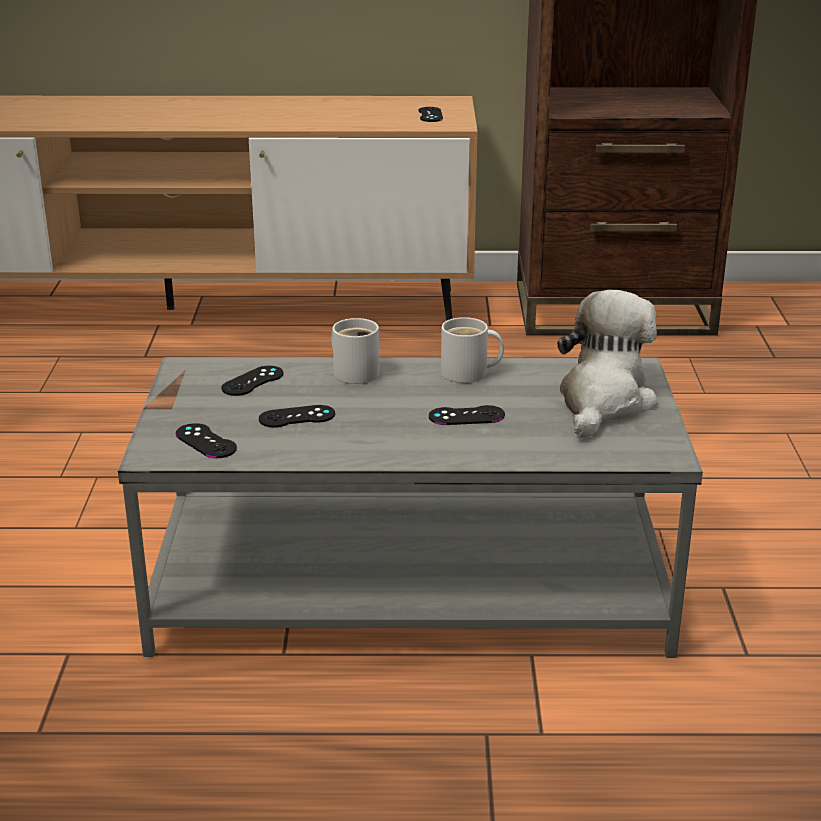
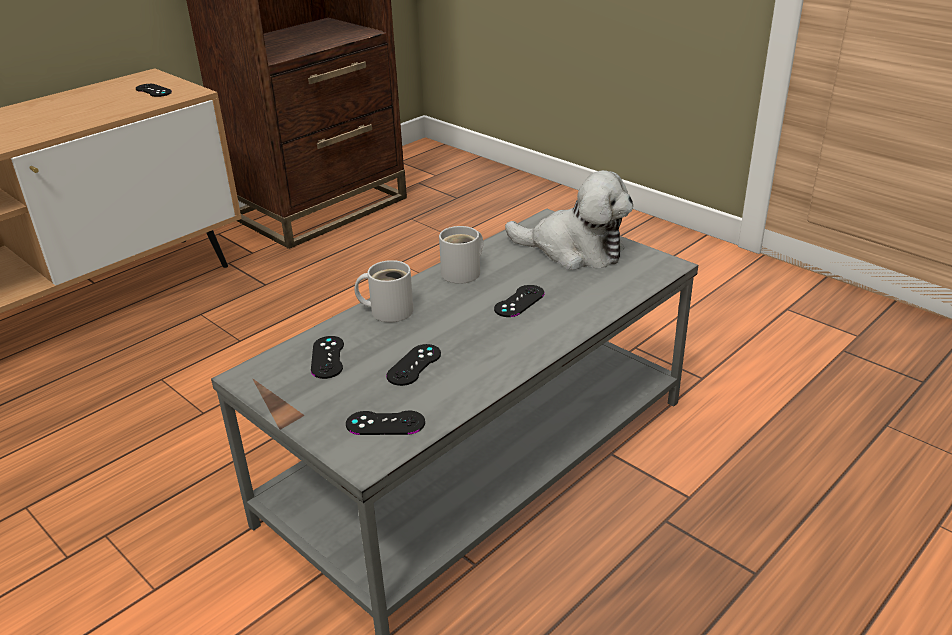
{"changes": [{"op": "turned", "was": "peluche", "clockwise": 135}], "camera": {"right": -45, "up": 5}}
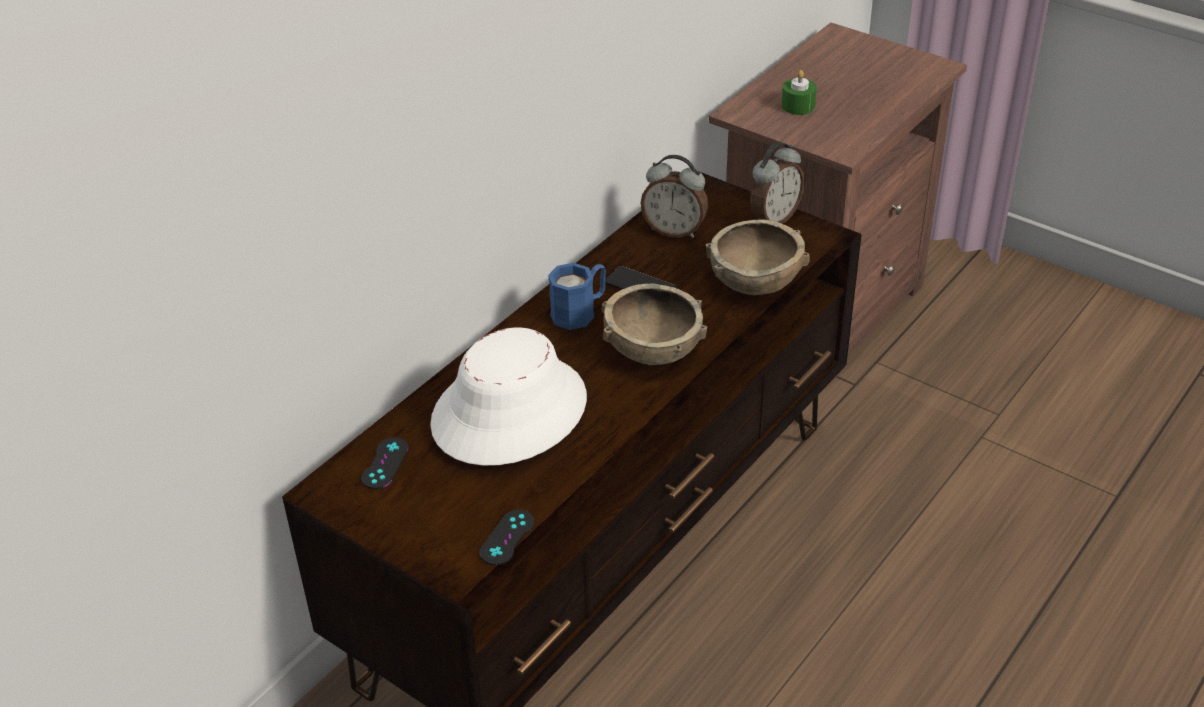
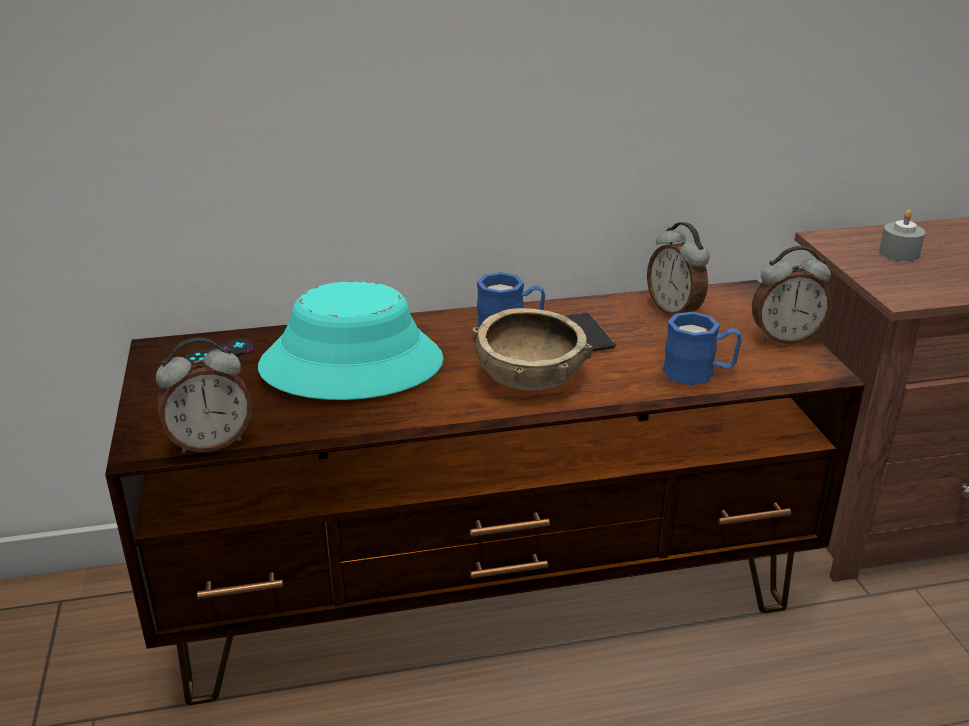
{"changes": [{"op": "recoloured", "was": "vela/verde", "now": "vela/gris"}, {"op": "replaced", "was": "cuenco/marrón (2nd from left)", "now": "taza grande/azul (2nd from left)"}, {"op": "recoloured", "was": "sombrero/blanco", "now": "sombrero/turquesa"}, {"op": "replaced", "was": "mando de consola/negro (2nd from left)", "now": "despertador (1st from left)"}], "camera": {"right": 40, "up": -10}}
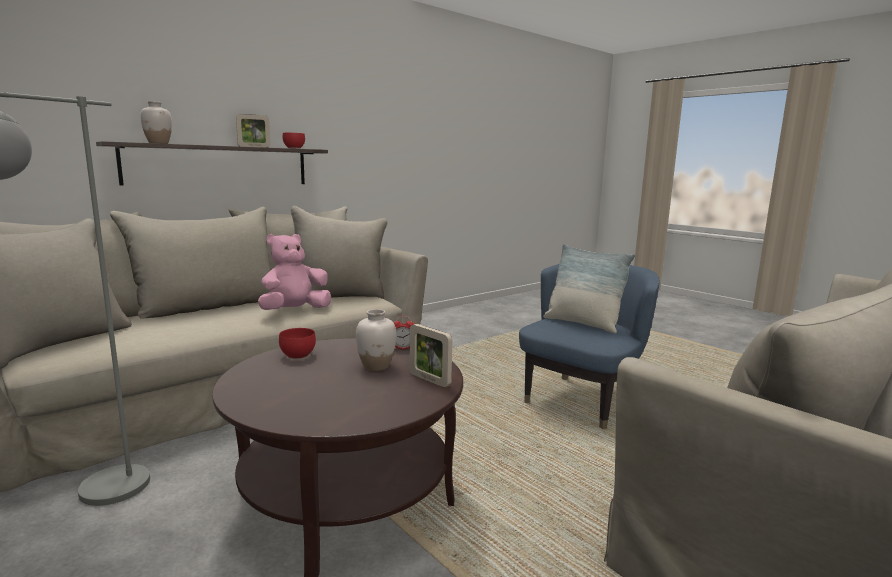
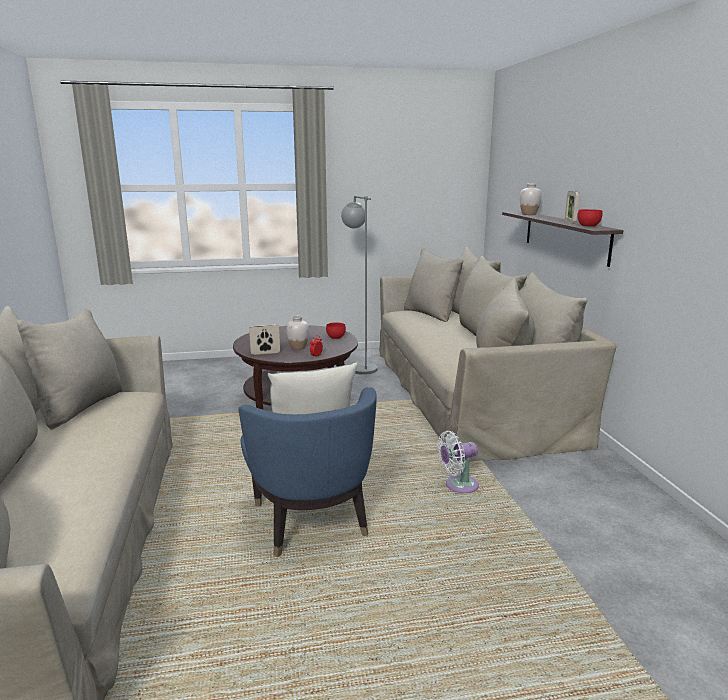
{"changes": [{"op": "removed", "was": "peluche/rosa"}, {"op": "added", "now": "ventilador/blanco"}], "camera": {"right": 120, "up": 5}}
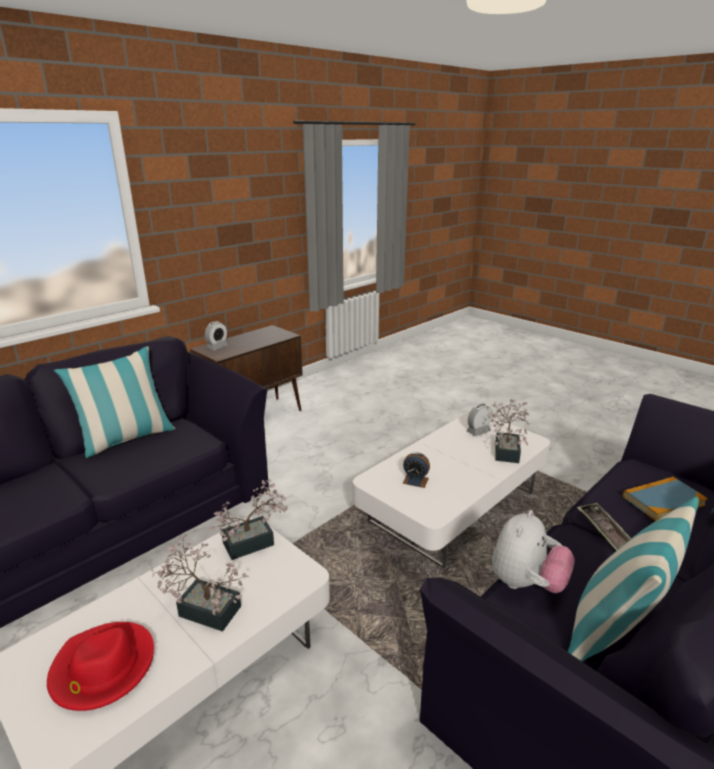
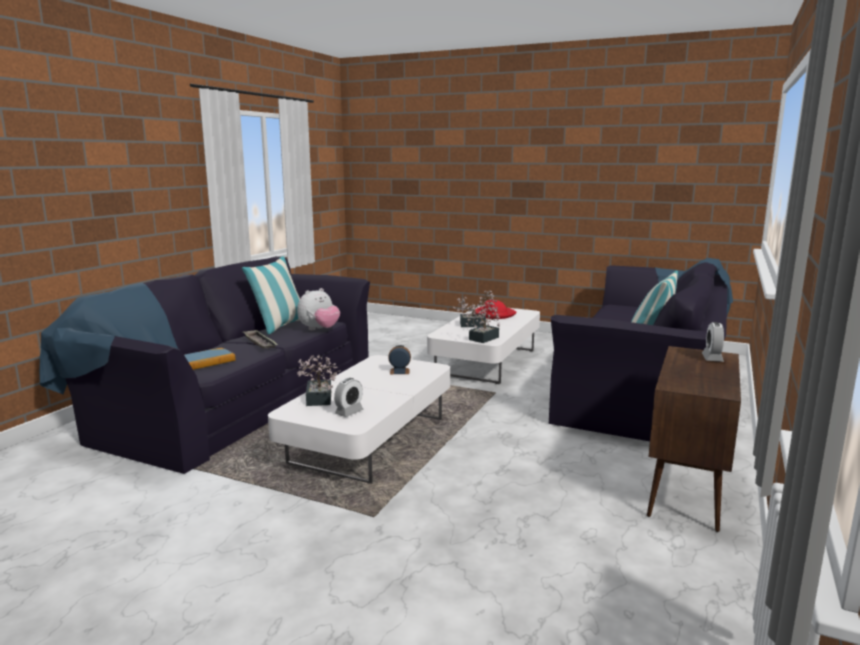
{"changes": [{"op": "turned", "was": "peluche", "clockwise": -150}], "camera": {"right": 160, "up": -10}}
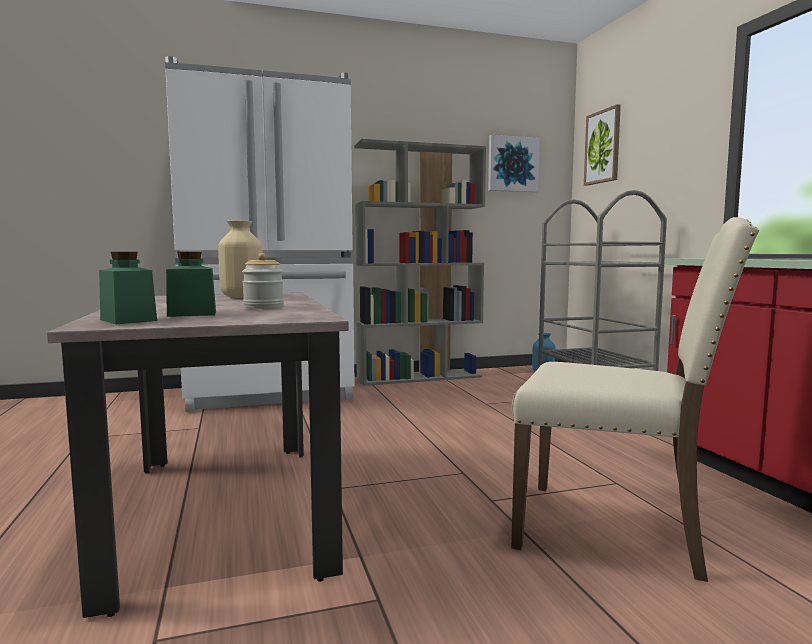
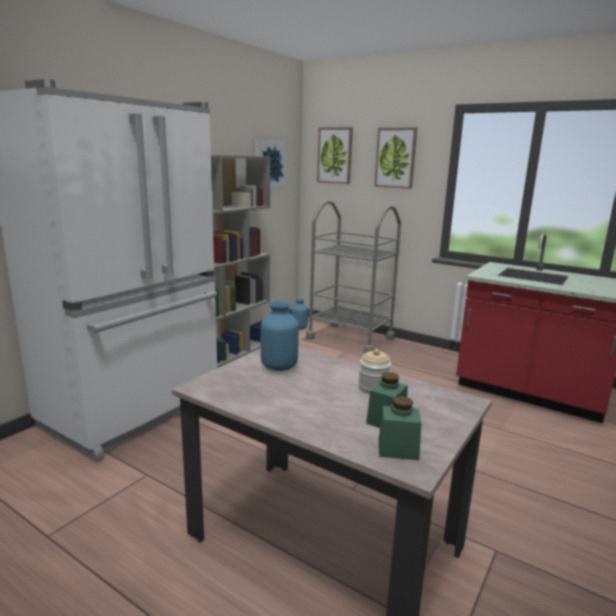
{"changes": [{"op": "removed", "was": "silla/beis"}, {"op": "recoloured", "was": "florero/beis", "now": "florero/azul (1st from left)"}, {"op": "added", "now": "cuadro (3rd from left)"}], "camera": {"right": -40, "up": 10}}
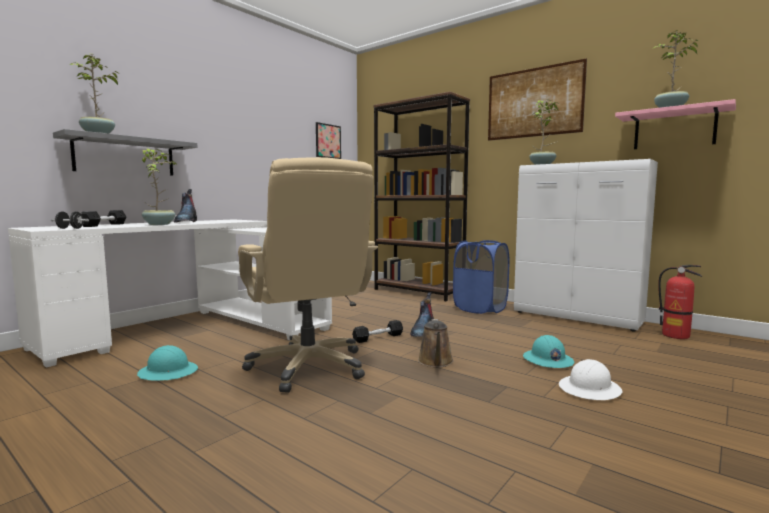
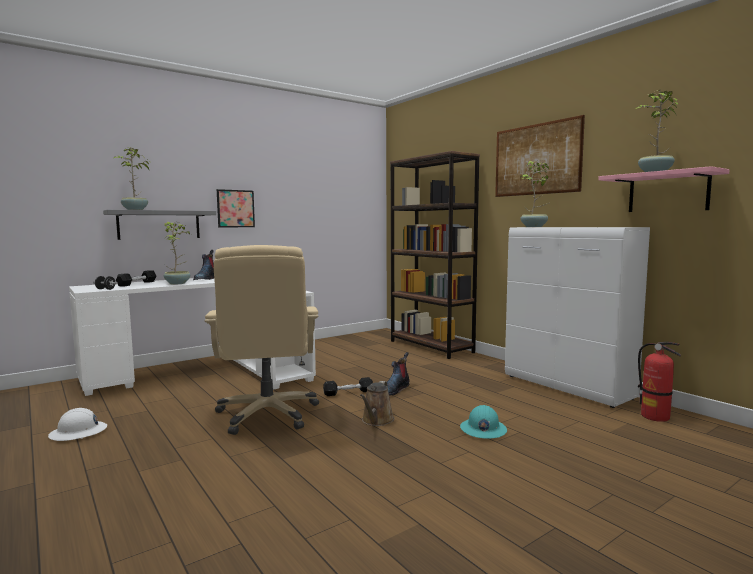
{"changes": [{"op": "moved", "was": "cuadro (1st from left)"}, {"op": "removed", "was": "cesto de la ropa/azul"}, {"op": "removed", "was": "casco/turquesa (1st from left)"}, {"op": "moved", "was": "casco/blanco"}], "camera": {"right": 15, "up": 0}}
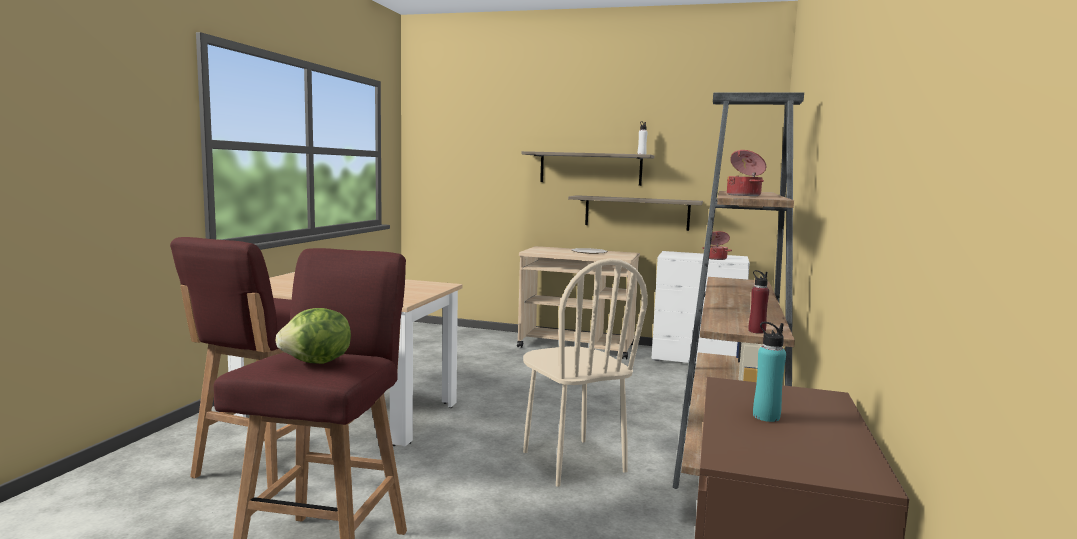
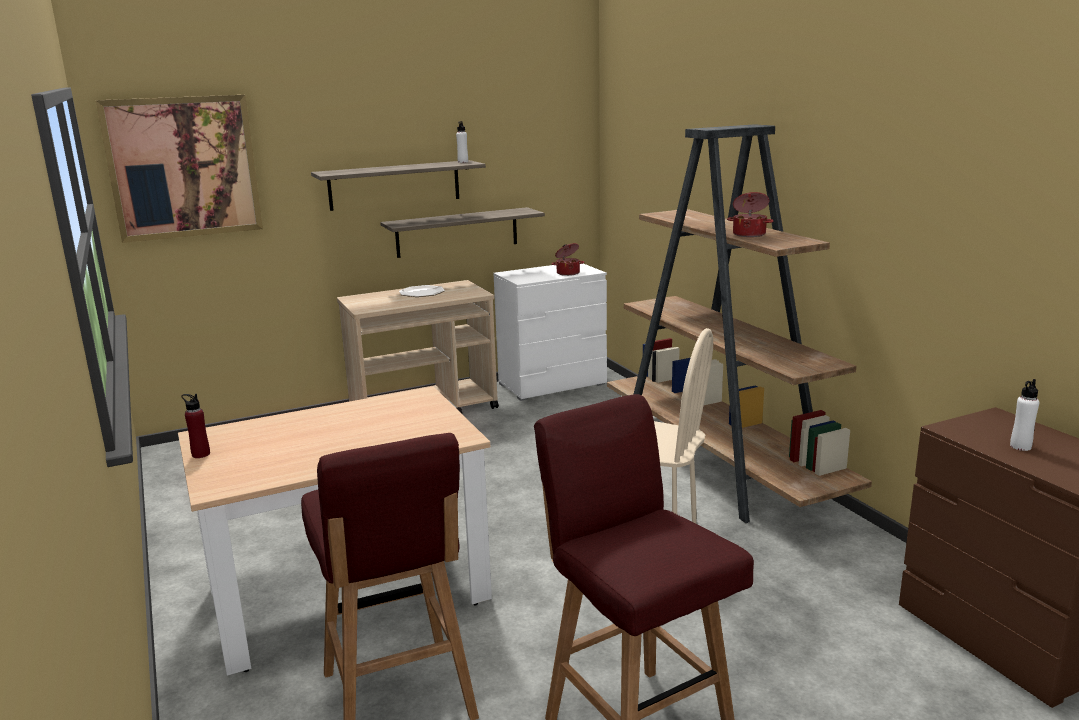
{"changes": [{"op": "moved", "was": "botella/rojo"}, {"op": "removed", "was": "lechuga"}, {"op": "recoloured", "was": "botella/turquesa", "now": "botella/blanco (2nd from left)"}, {"op": "added", "now": "cuadro"}], "camera": {"right": -40, "up": 10}}
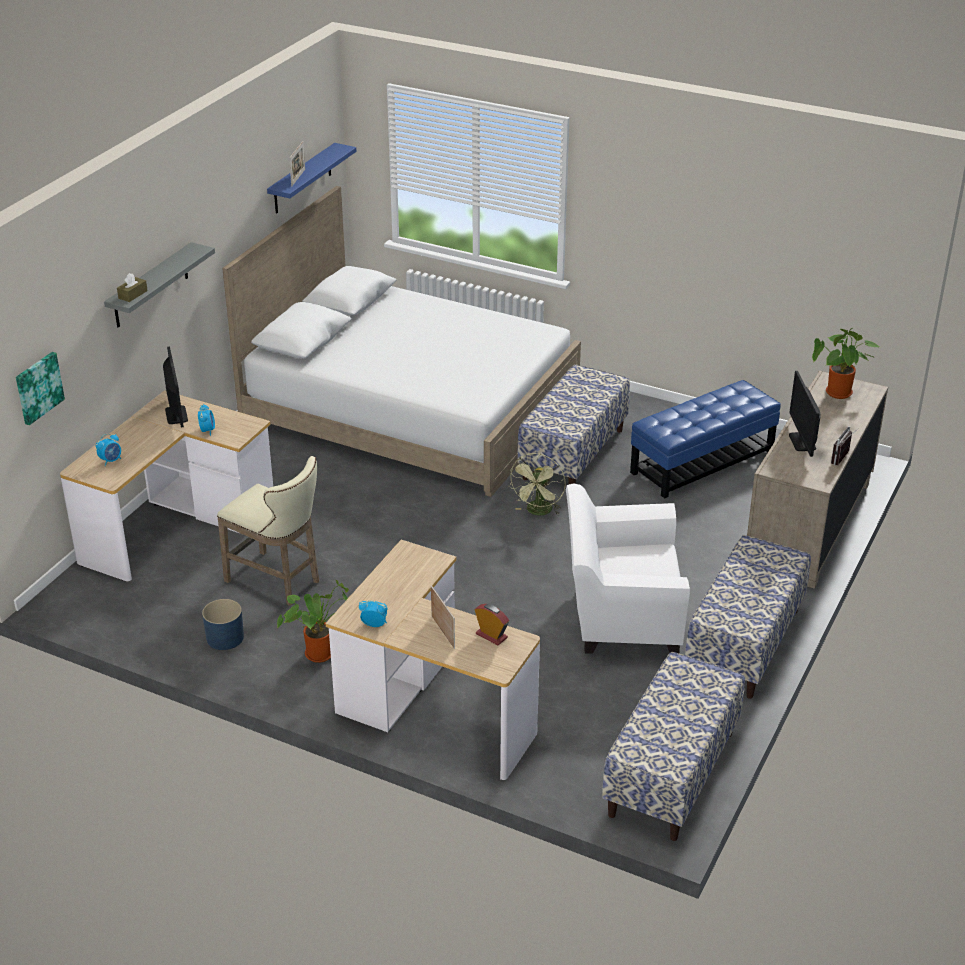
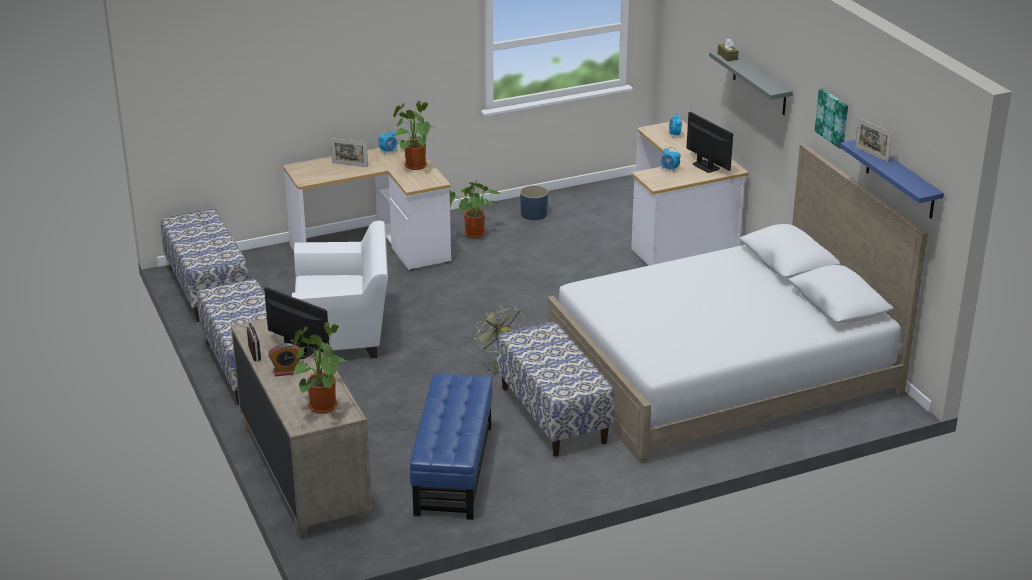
{"changes": [{"op": "turned", "was": "monitor (1st from left in the first image)", "clockwise": -150}, {"op": "moved", "was": "cuadro"}, {"op": "removed", "was": "taburete/beis"}, {"op": "turned", "was": "sillón/blanco", "clockwise": 45}, {"op": "moved", "was": "despertador (4th from left in the first image)", "now": "despertador (1st from left)"}, {"op": "added", "now": "planta en maceta (2nd from left)"}], "camera": {"right": 130, "up": -5}}
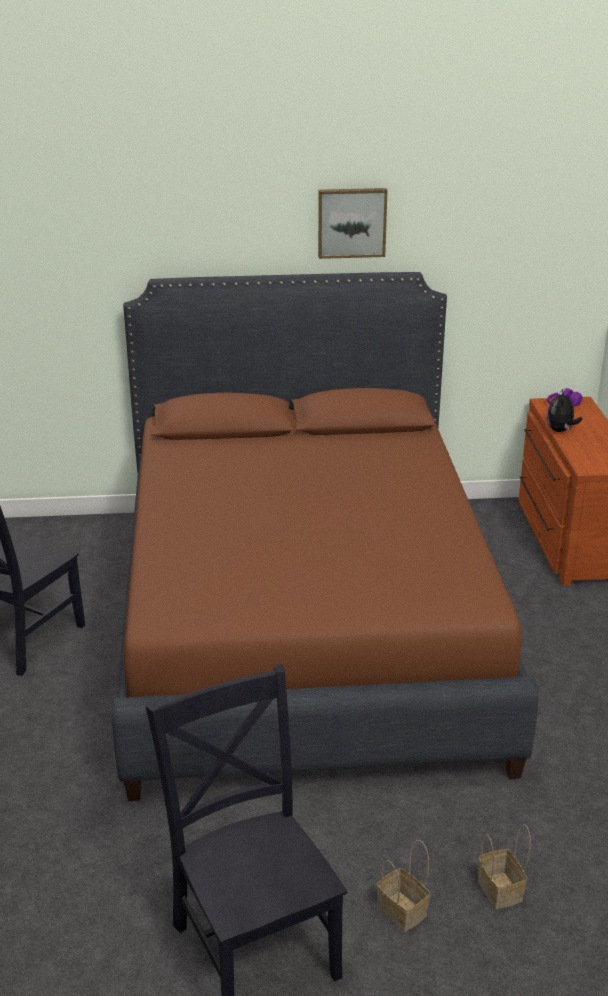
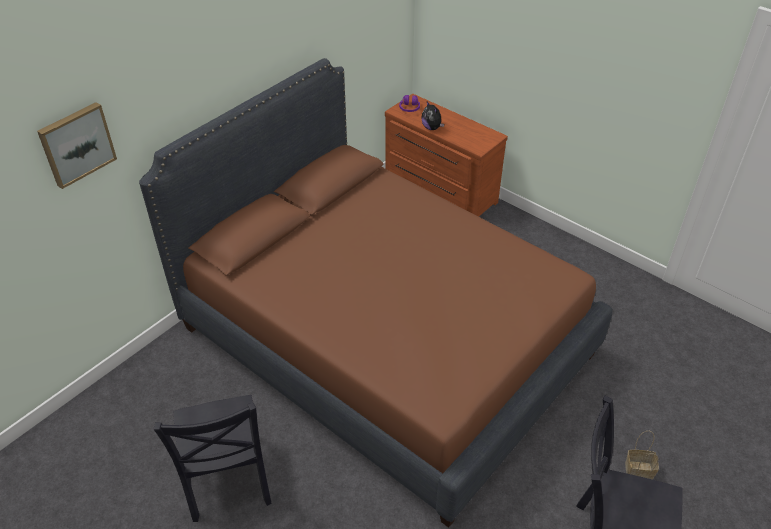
{"changes": [{"op": "moved", "was": "cuadro"}, {"op": "removed", "was": "cesta (2nd from left)"}], "camera": {"right": -45, "up": 15}}
